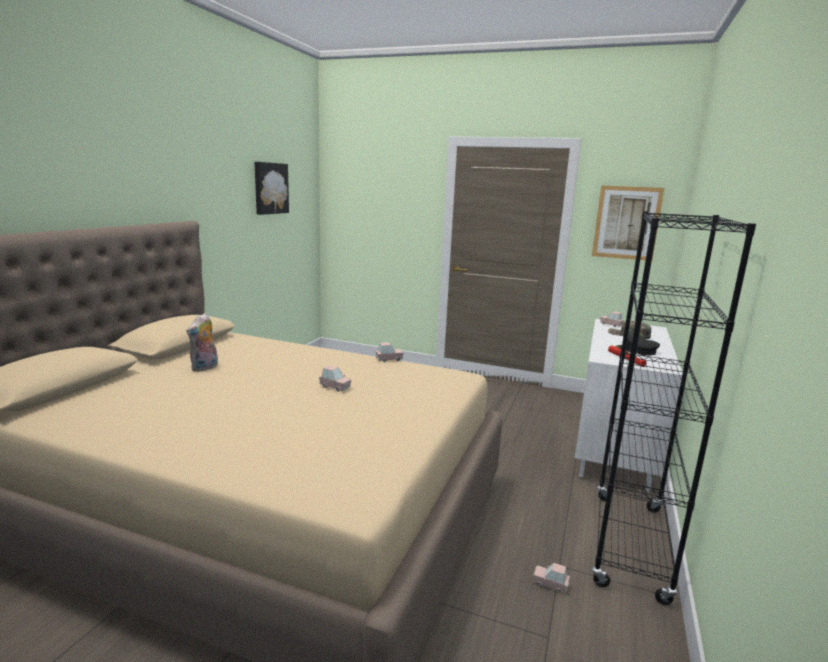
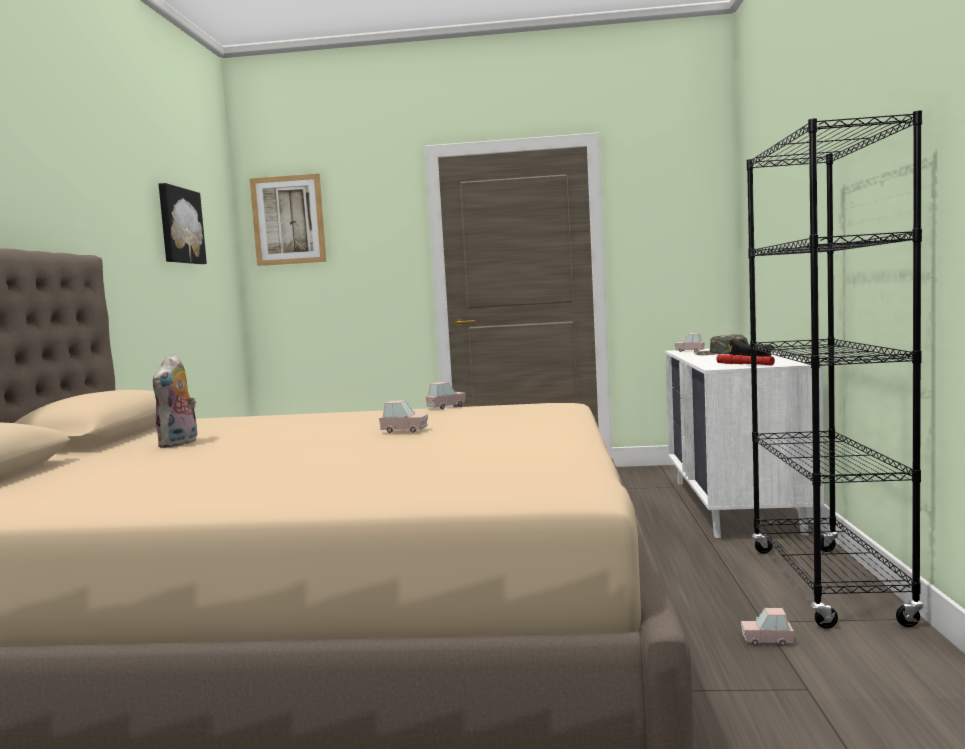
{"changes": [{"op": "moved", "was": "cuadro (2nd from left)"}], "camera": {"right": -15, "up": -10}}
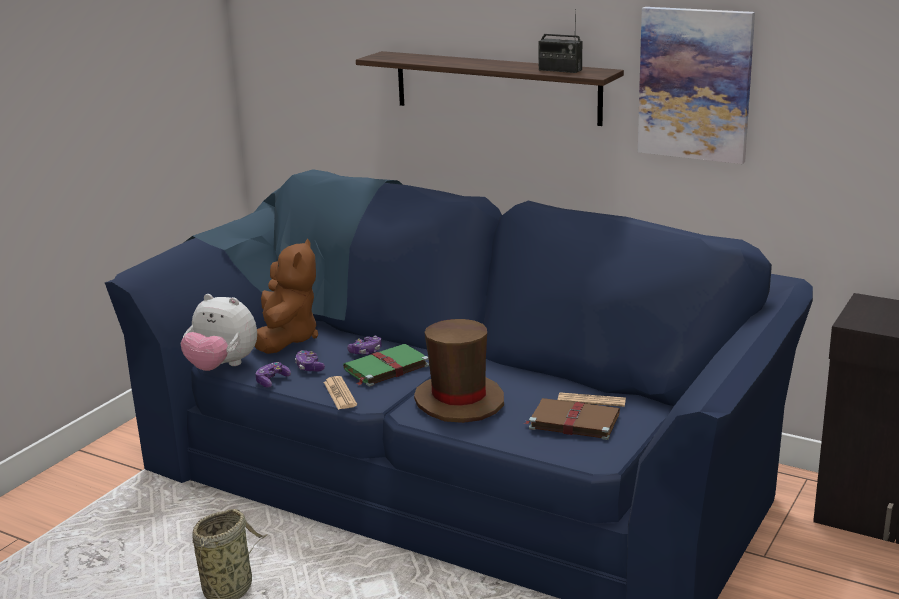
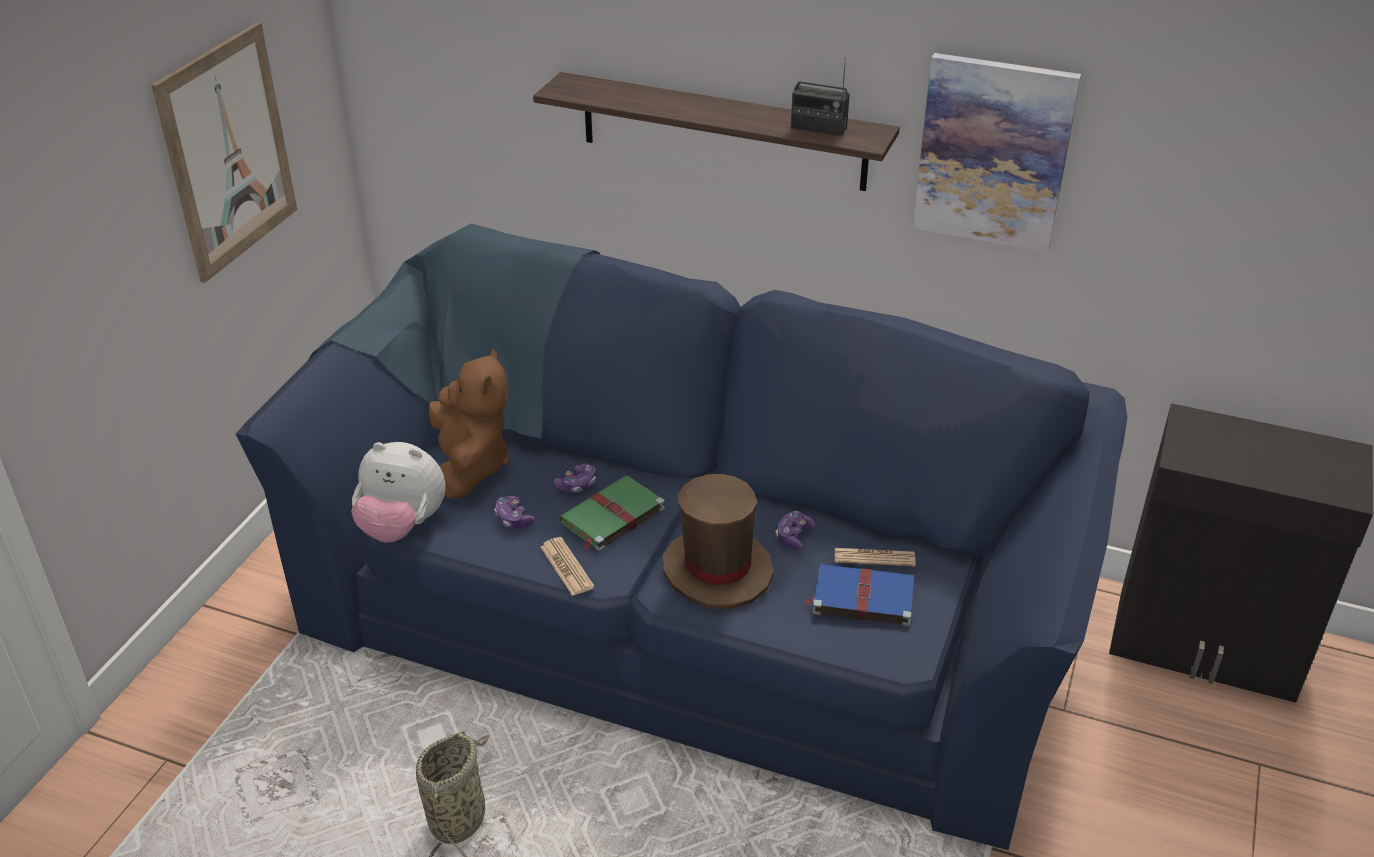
{"changes": [{"op": "moved", "was": "mando de consola (1st from left in the first image)", "now": "mando de consola (3rd from left)"}, {"op": "recoloured", "was": "libro/marrón", "now": "libro/azul"}, {"op": "added", "now": "cuadro (1st from left)"}], "camera": {"right": -10, "up": 15}}
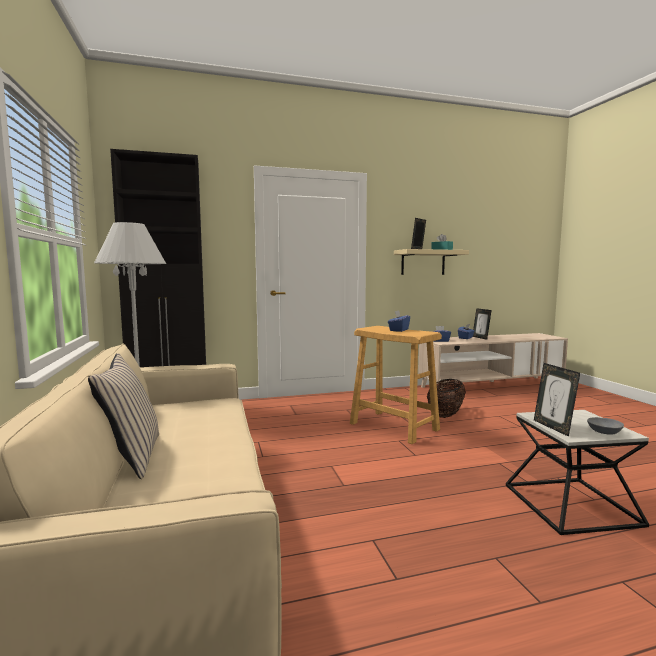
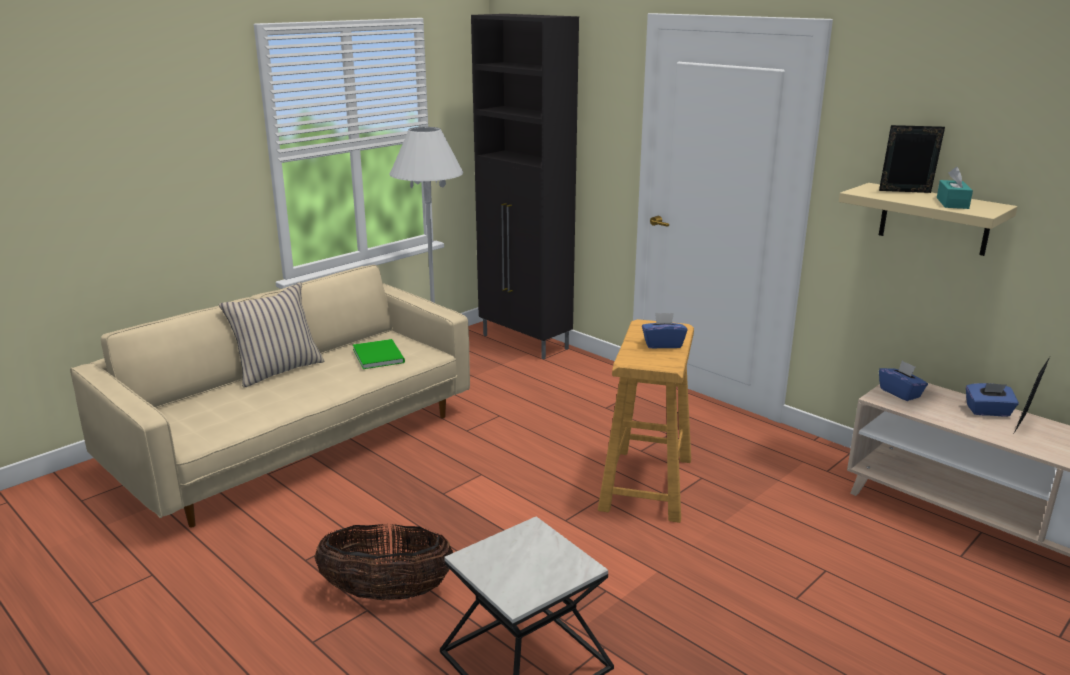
{"changes": [{"op": "removed", "was": "portarretratos (3rd from left)"}, {"op": "moved", "was": "cesta"}, {"op": "removed", "was": "cuenco/gris"}, {"op": "added", "now": "libro/verde"}], "camera": {"right": 60, "up": 15}}
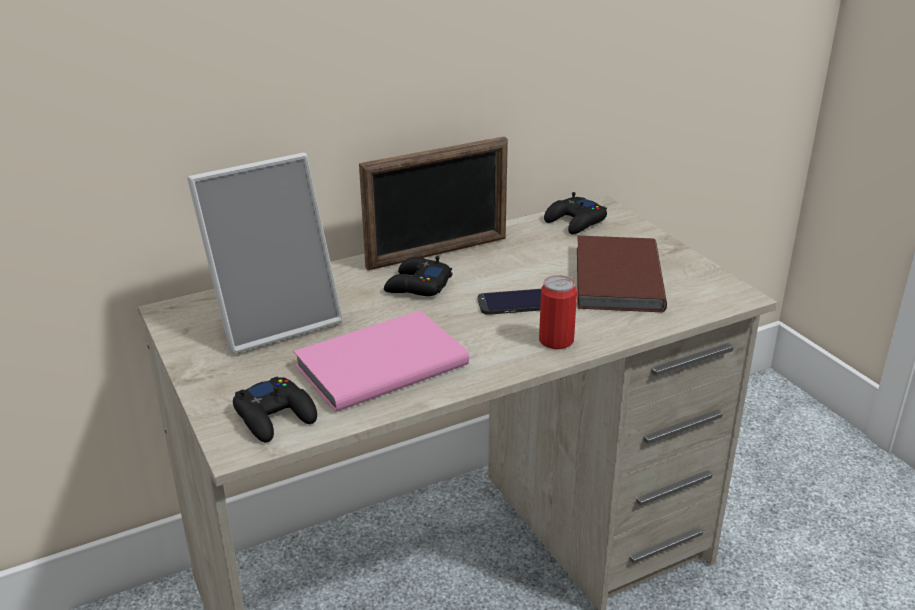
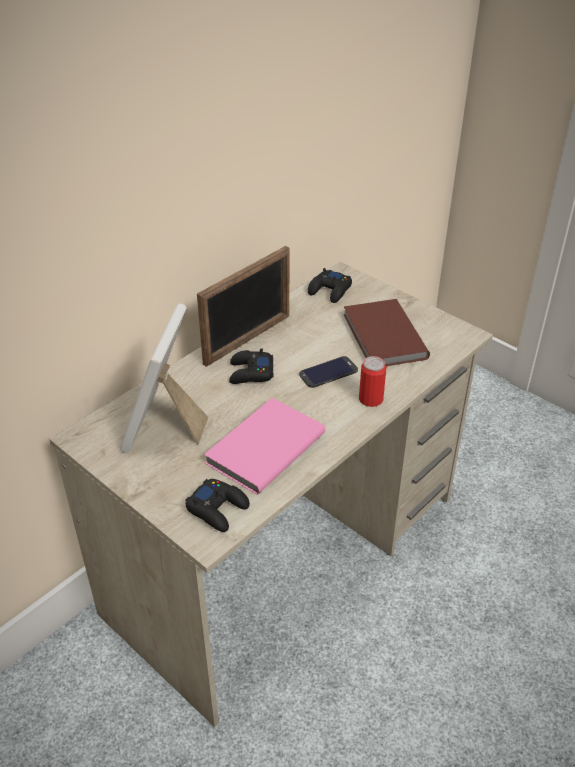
{"changes": [{"op": "turned", "was": "portarretratos (1st from left)", "clockwise": 150}], "camera": {"right": -20, "up": 10}}
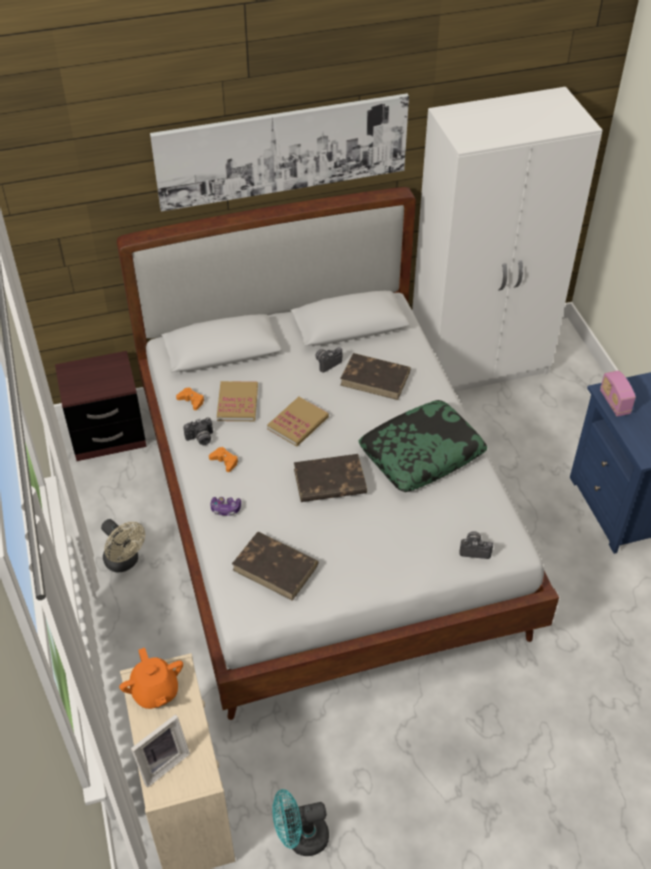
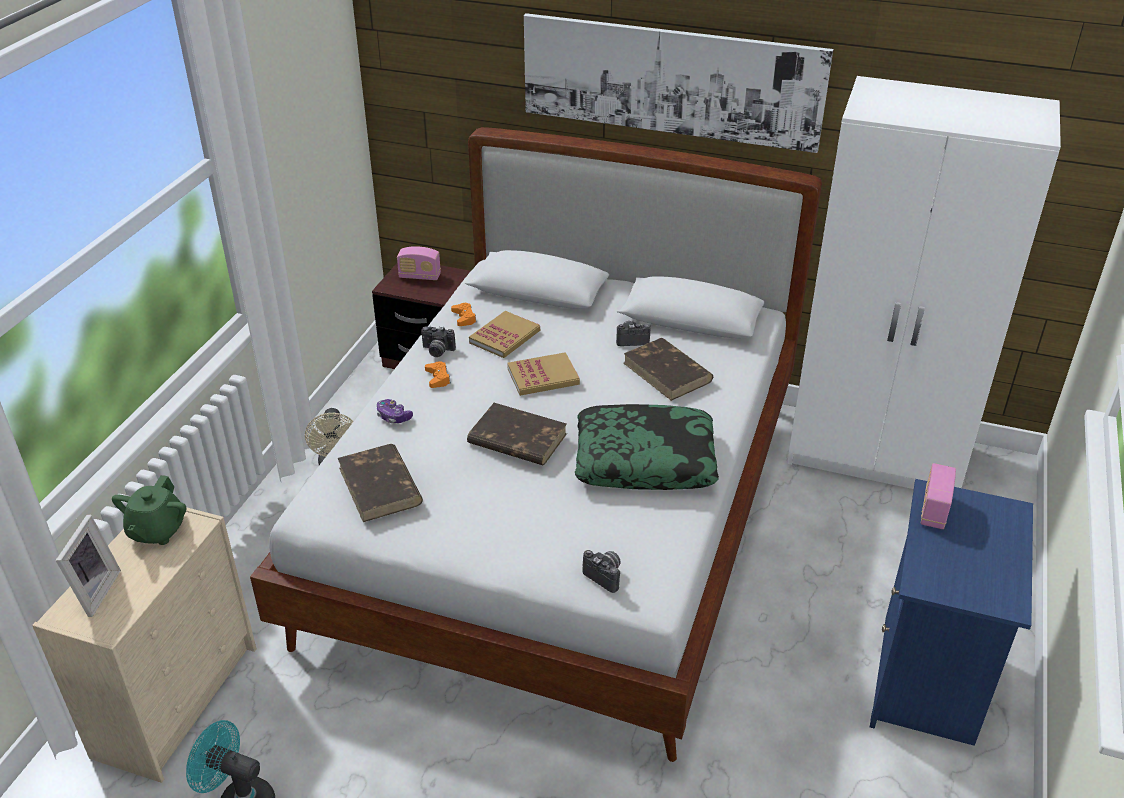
{"changes": [{"op": "recoloured", "was": "tetera/naranja", "now": "tetera/verde"}, {"op": "turned", "was": "portarretratos", "clockwise": -75}, {"op": "added", "now": "radio (1st from left)"}], "camera": {"right": 35, "up": -10}}
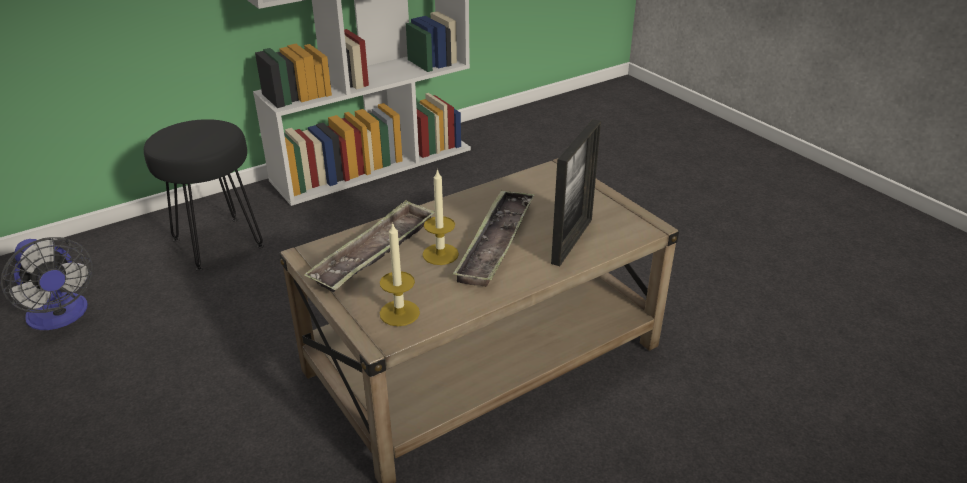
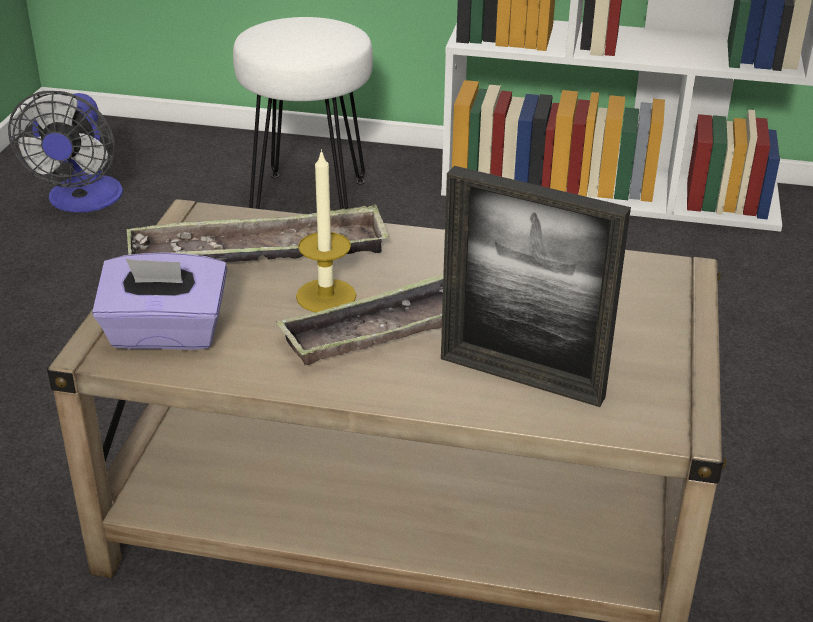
{"changes": [{"op": "recoloured", "was": "taburete/negro", "now": "taburete/blanco"}, {"op": "turned", "was": "portarretratos", "clockwise": 45}, {"op": "replaced", "was": "vela (1st from left)", "now": "caja de pañuelos/morado"}], "camera": {"right": 45, "up": 0}}
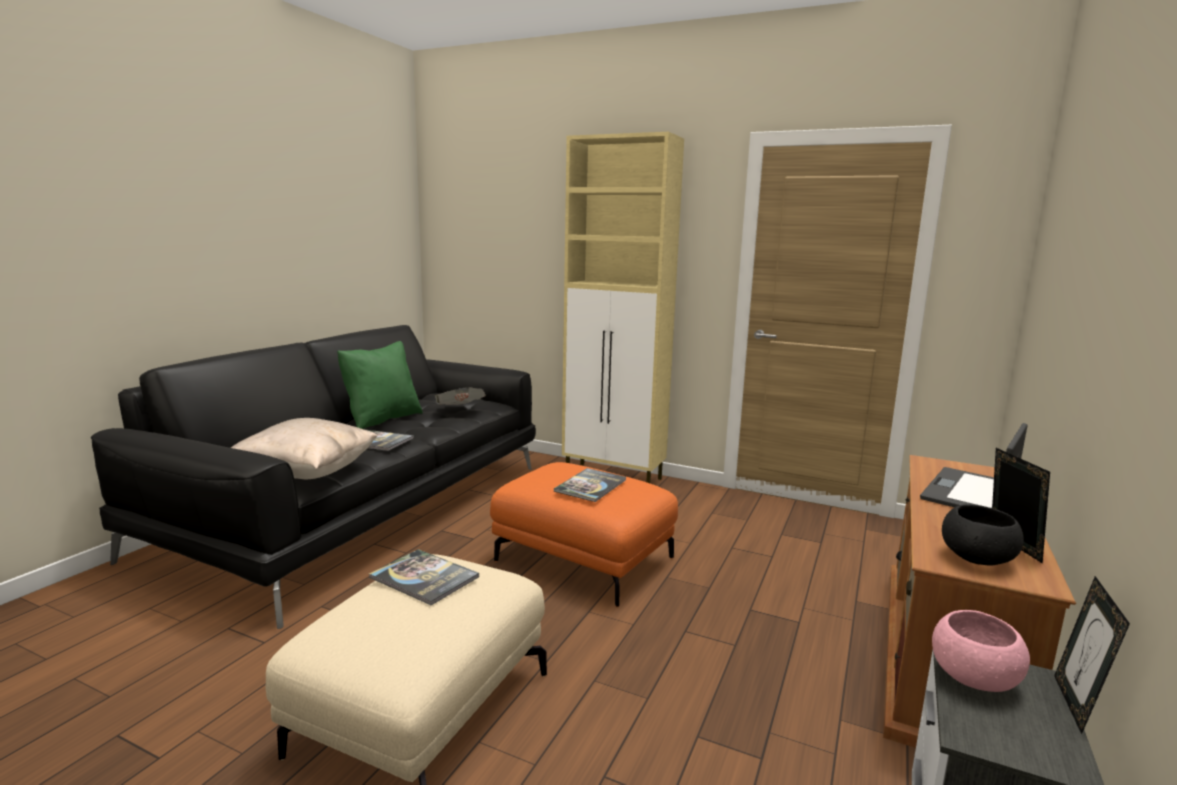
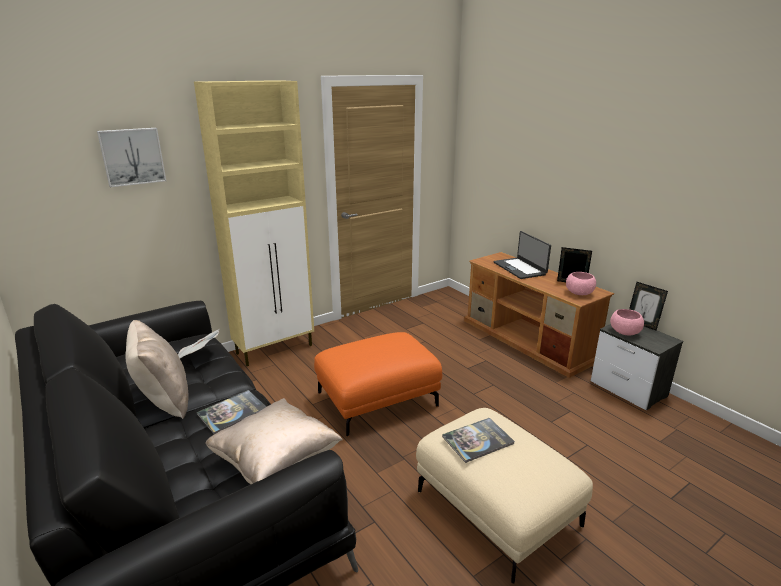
{"changes": [{"op": "recoloured", "was": "cojín/verde", "now": "cojín/beis (1st from left)"}, {"op": "removed", "was": "libro (3rd from left)"}, {"op": "recoloured", "was": "cuenco/negro", "now": "cuenco/rosa (1st from left)"}, {"op": "added", "now": "cuadro"}], "camera": {"right": -60, "up": 10}}
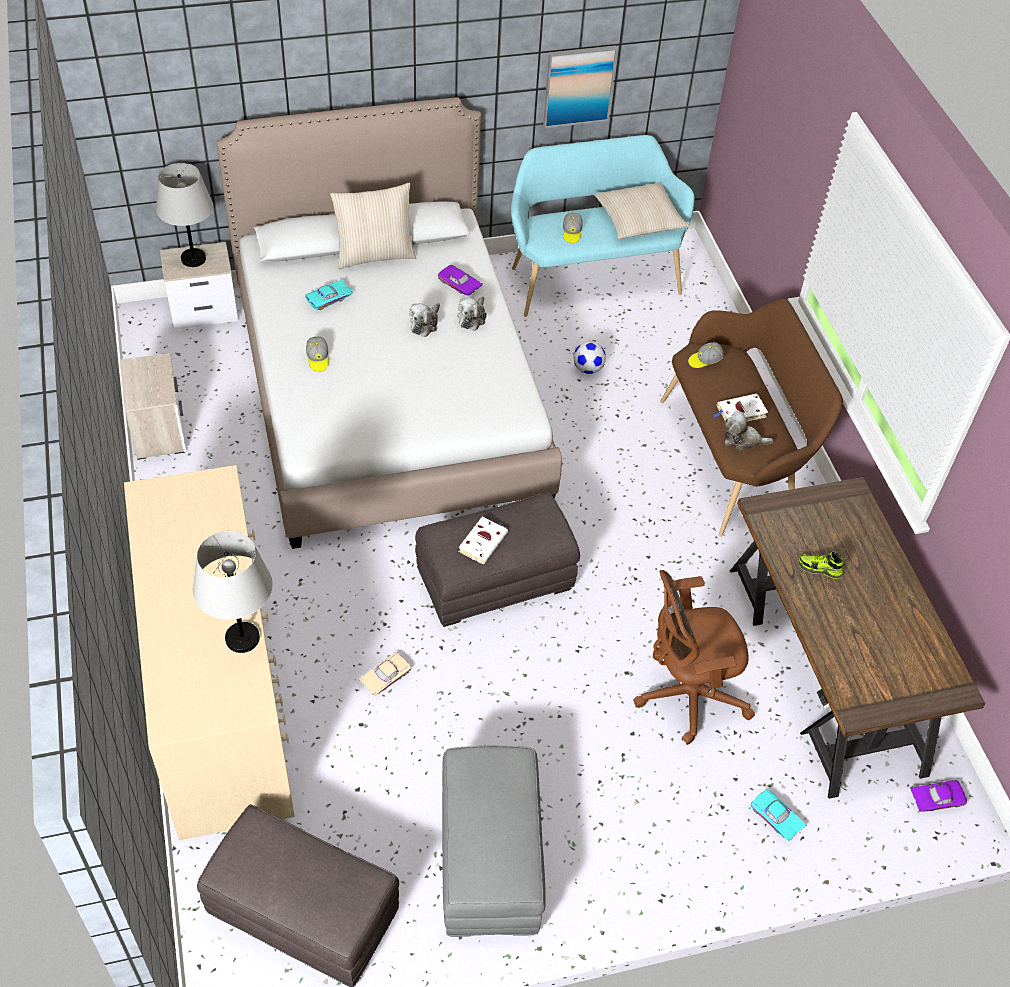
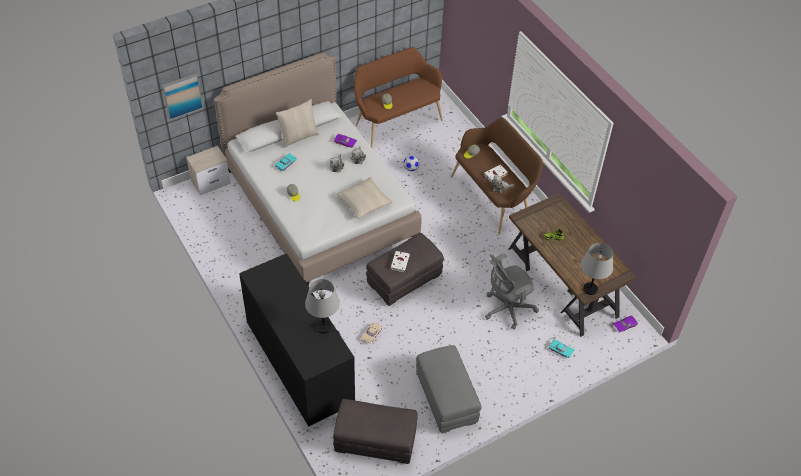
{"changes": [{"op": "moved", "was": "cuadro"}, {"op": "recoloured", "was": "banco/turquesa", "now": "banco/marrón (1st from left)"}, {"op": "moved", "was": "lámpara de mesa/gris (1st from left in the first image)", "now": "lámpara de mesa/gris (2nd from left)"}, {"op": "moved", "was": "cojín/beis (2nd from left)"}, {"op": "removed", "was": "mesita de noche (1st from left)"}, {"op": "recoloured", "was": "cómoda/beis", "now": "cómoda/negro"}, {"op": "recoloured", "was": "silla de oficina/marrón", "now": "silla de oficina/gris"}], "camera": {"right": -15, "up": 0}}
